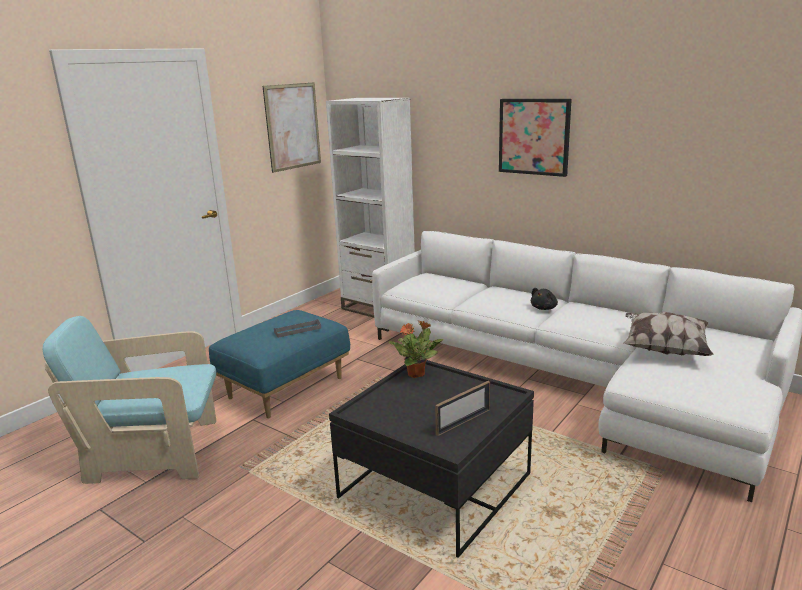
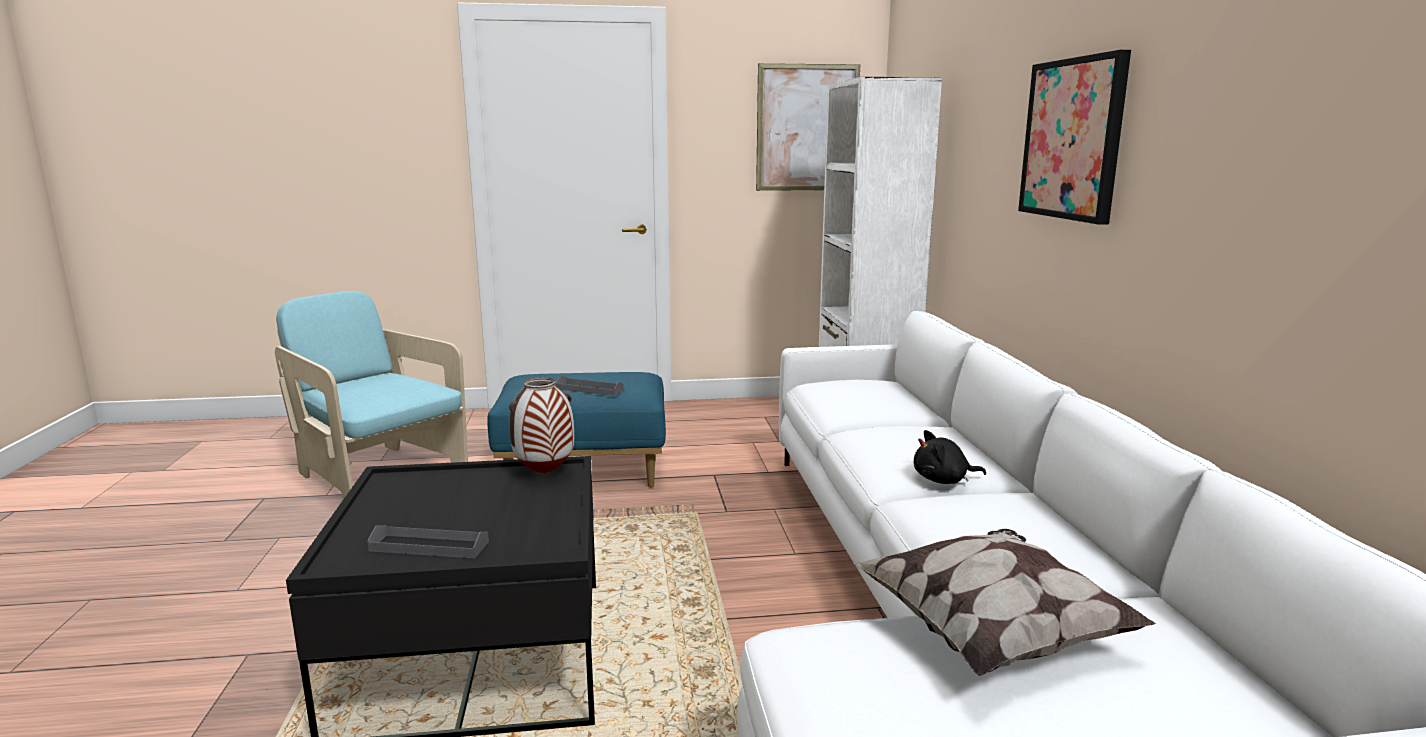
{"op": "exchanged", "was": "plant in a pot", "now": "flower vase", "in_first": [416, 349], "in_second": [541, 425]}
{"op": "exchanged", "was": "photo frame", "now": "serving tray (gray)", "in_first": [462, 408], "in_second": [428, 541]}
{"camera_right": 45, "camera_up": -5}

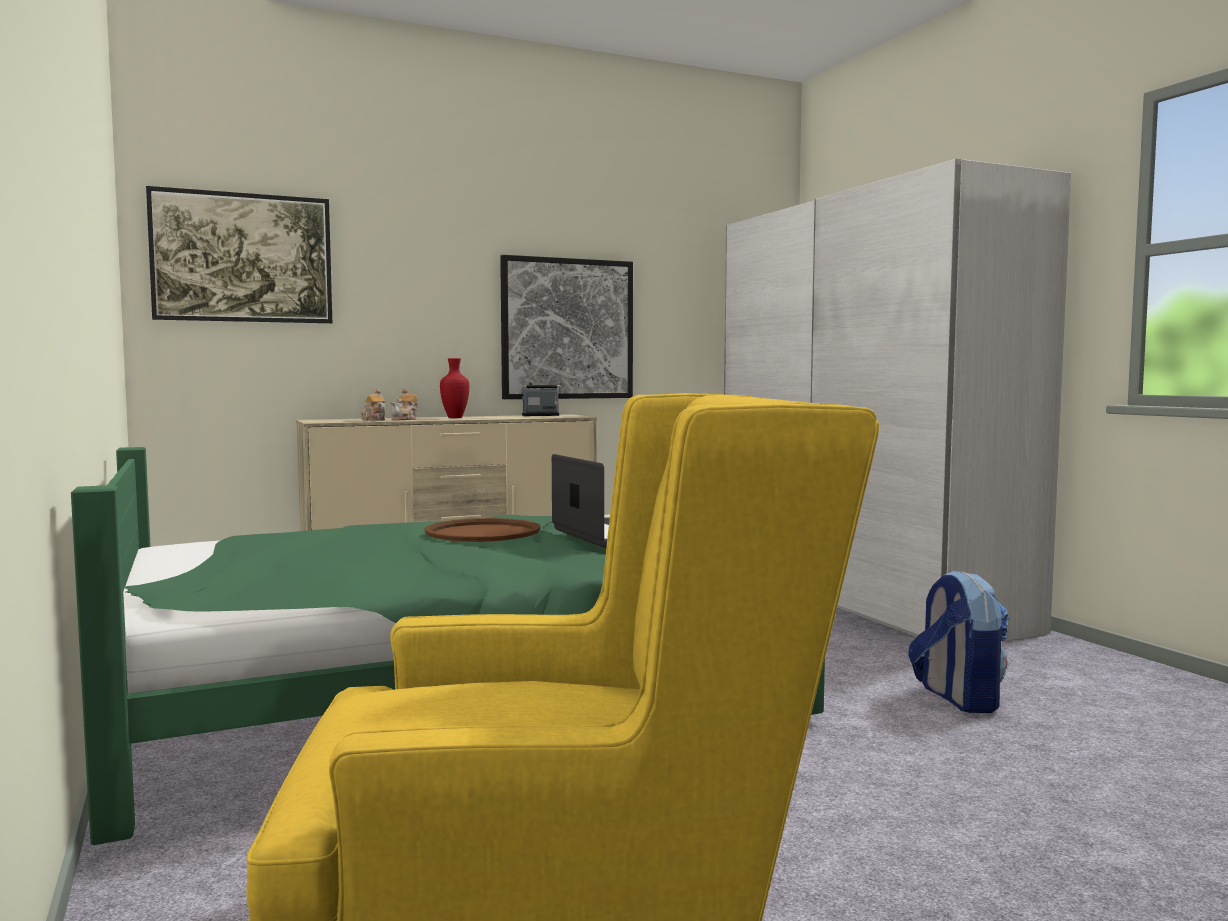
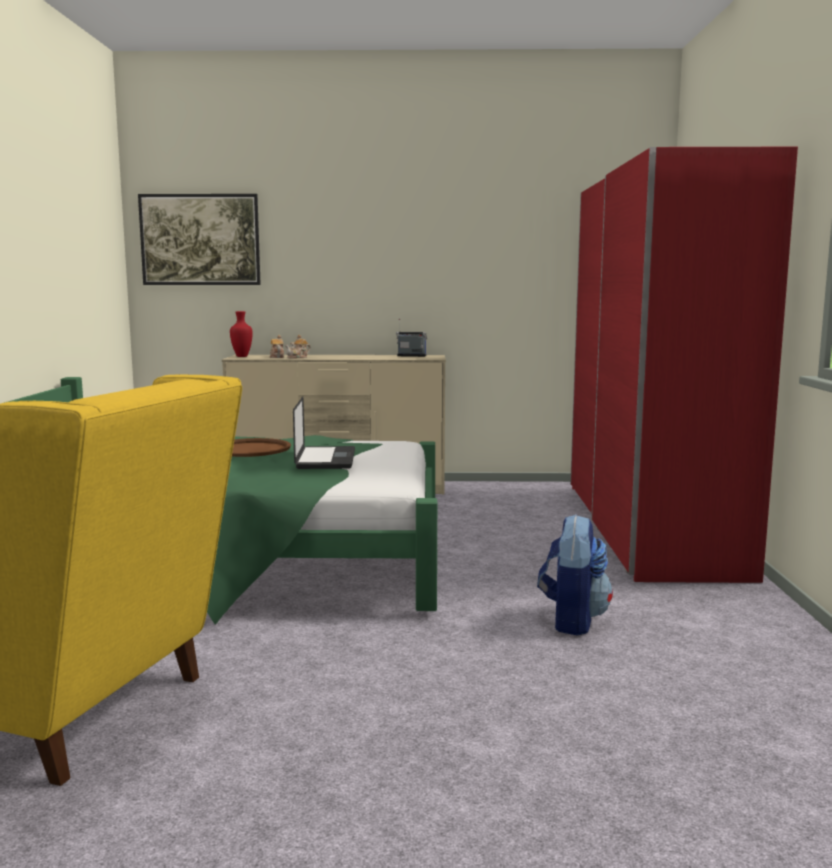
{"op": "relocated", "was": "flower vase (reddish)", "in_first": [454, 388], "in_second": [241, 334]}
{"op": "missing", "was": "wall picture", "in_first": [566, 327]}
{"op": "colour", "was": "armoire (white-coloured)", "now": "armoire (reddish)", "in_first": [897, 399], "in_second": [684, 365]}
{"camera_right": 25, "camera_up": 5}

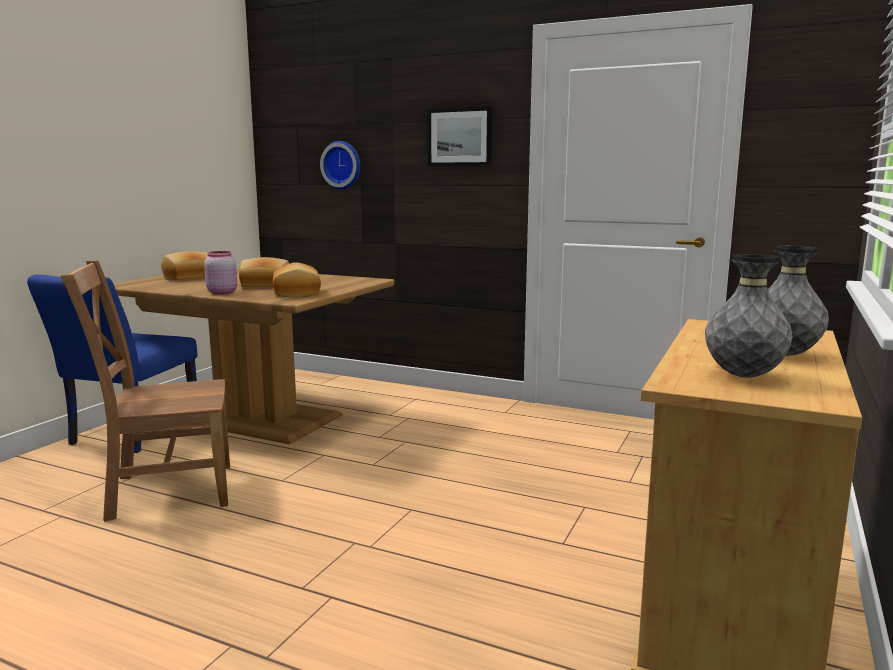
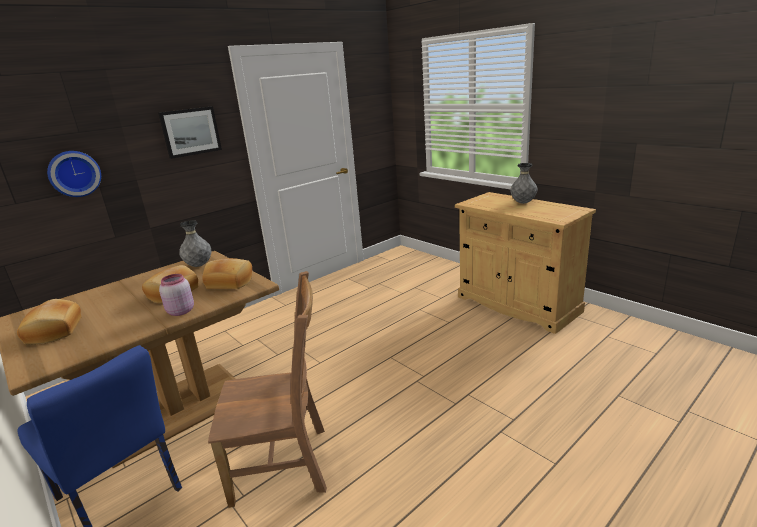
{"op": "spun", "was": "chair (brownish)", "in_first": [145, 391], "in_second": [267, 389], "clockwise": -105}
{"op": "relocated", "was": "flower vase (gray)", "in_first": [749, 316], "in_second": [195, 243]}
{"camera_right": -65, "camera_up": 10}

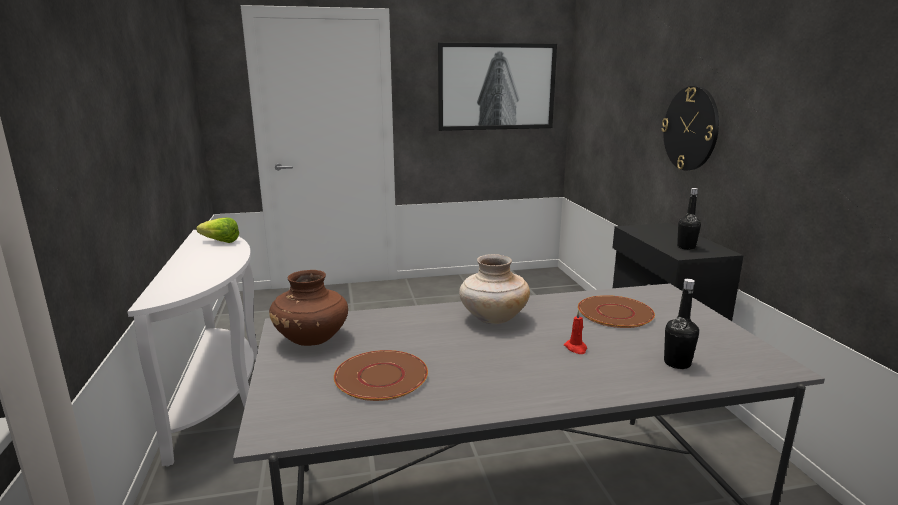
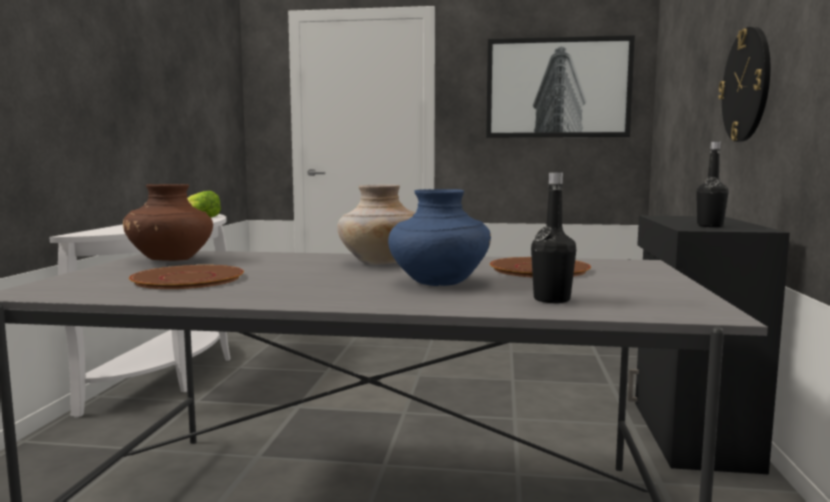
{"op": "exchanged", "was": "wax candle (reddish)", "now": "flower vase (bluish)", "in_first": [575, 332], "in_second": [439, 237]}
{"camera_right": 20, "camera_up": -10}

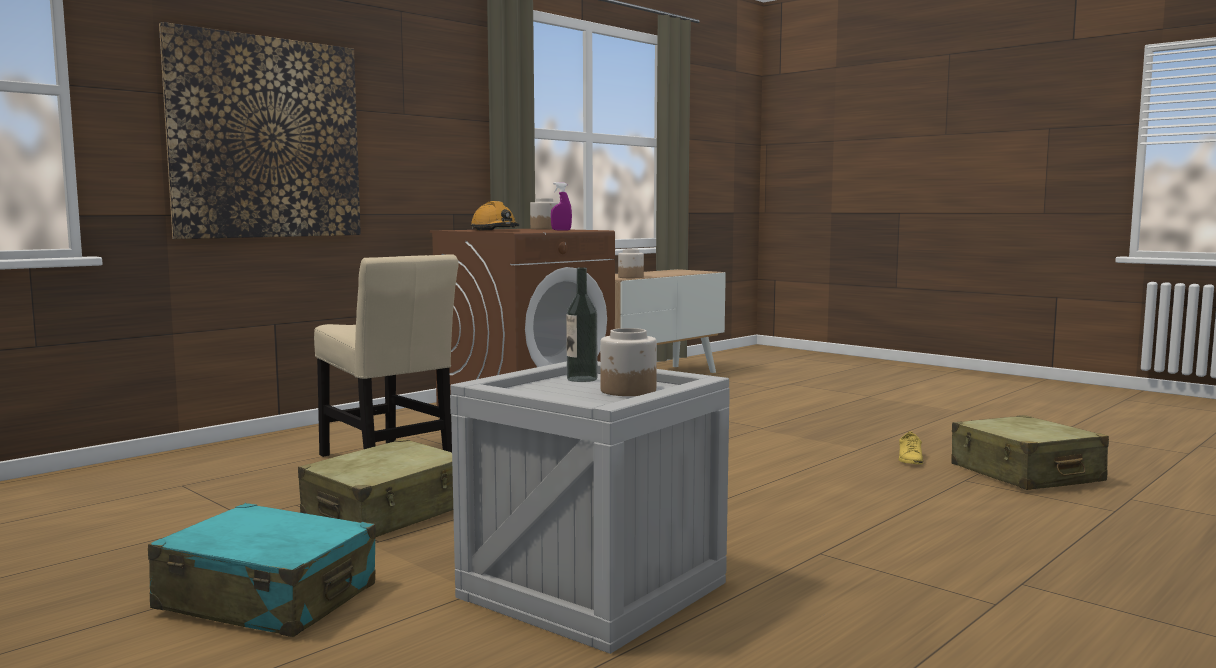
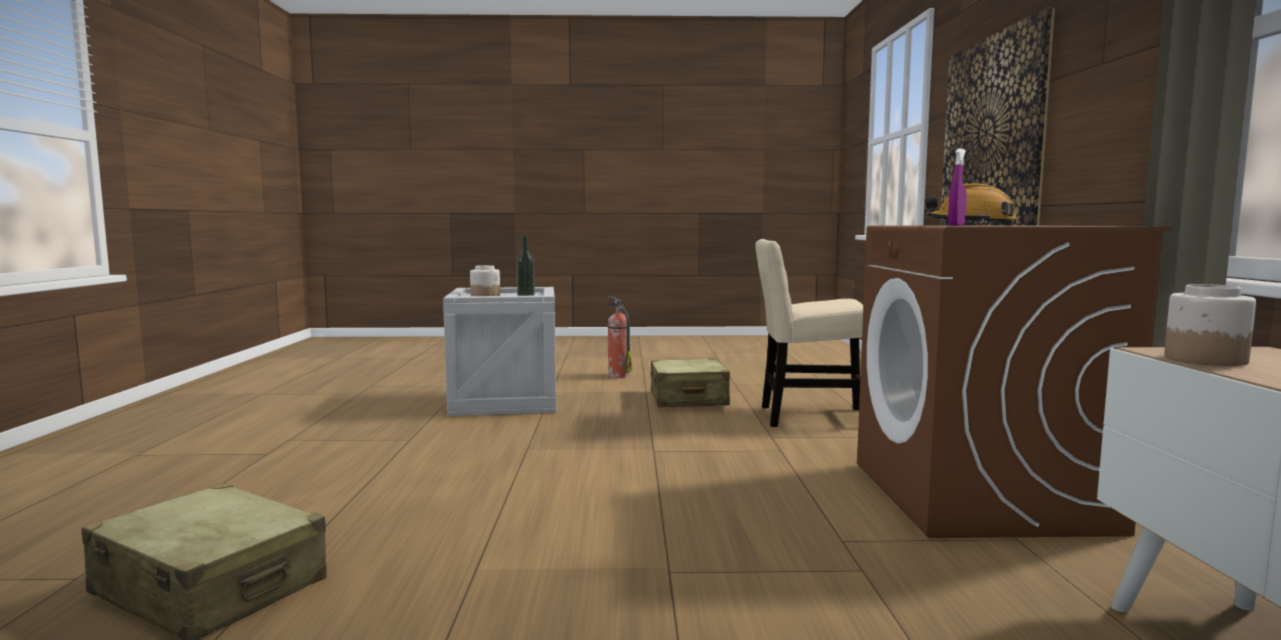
{"op": "exchanged", "was": "piece of luggage (turquoise)", "now": "fire-fighting cylinder", "in_first": [262, 570], "in_second": [619, 337]}
{"op": "missing", "was": "preserve jar", "in_first": [544, 213]}
{"op": "missing", "was": "item of footwear (yellow)", "in_first": [911, 447]}
{"camera_right": 135, "camera_up": 0}

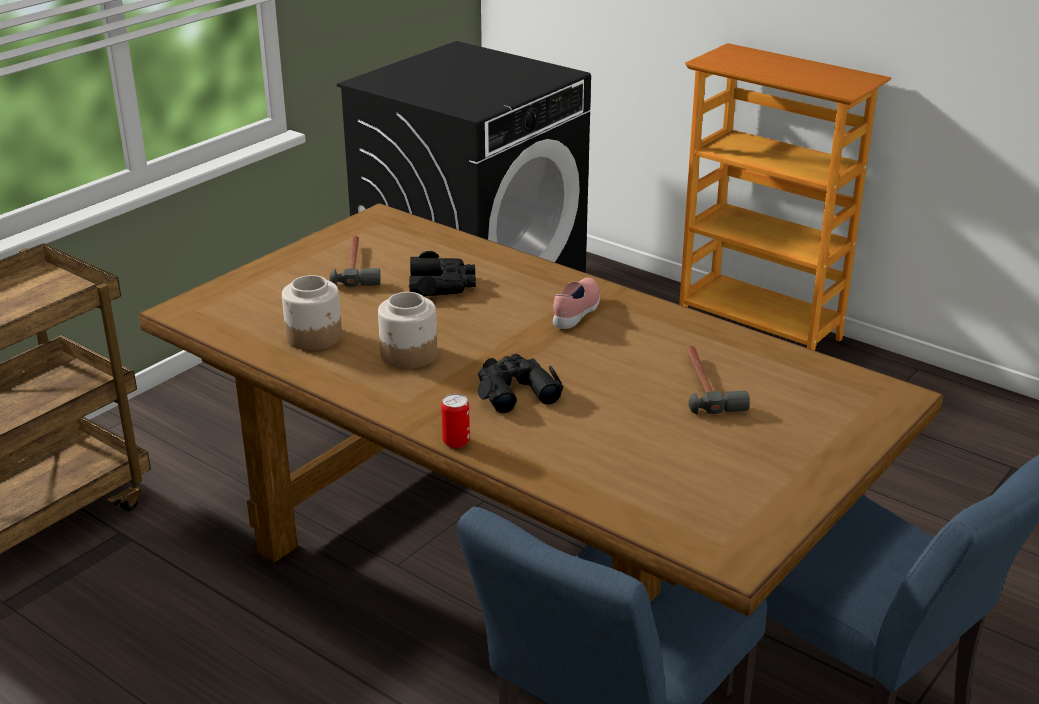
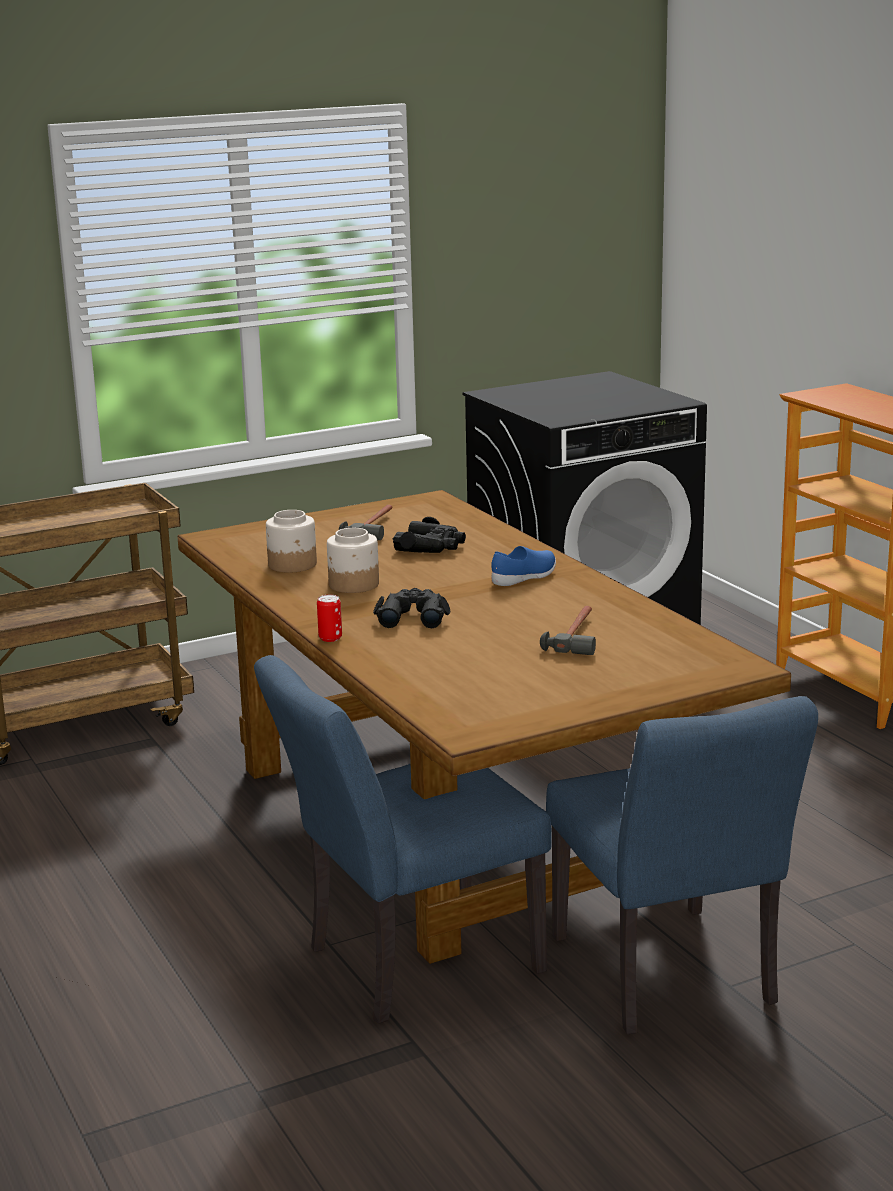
{"op": "colour", "was": "item of footwear (pink)", "now": "item of footwear (bluish)", "in_first": [576, 303], "in_second": [523, 566]}
{"camera_right": 25, "camera_up": -10}

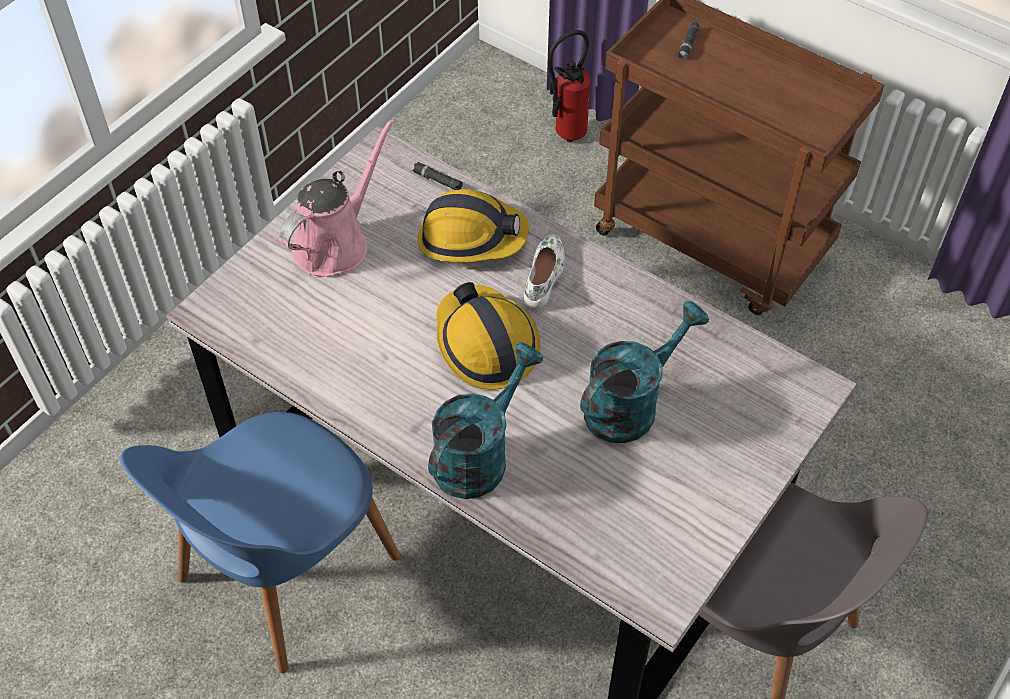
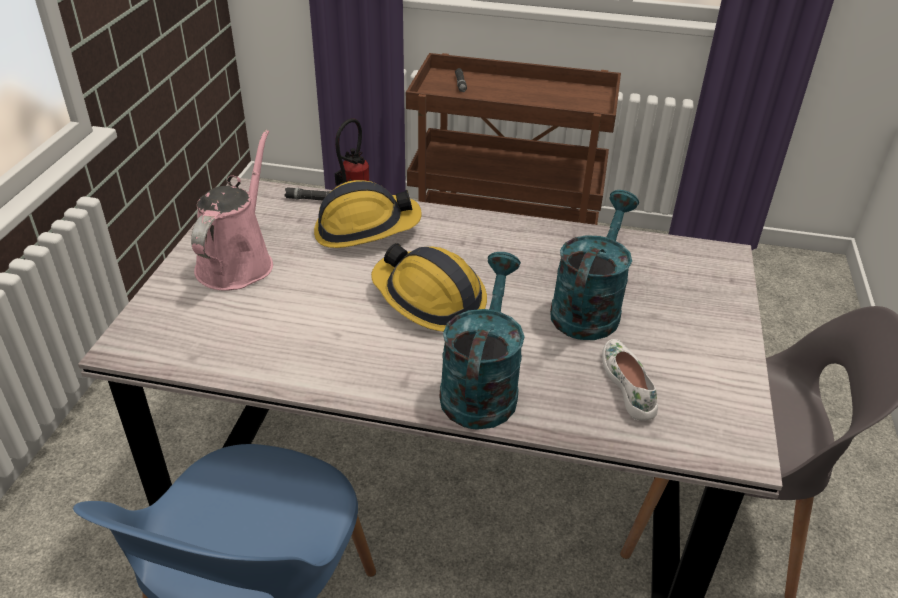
{"op": "relocated", "was": "item of footwear (white-coloured)", "in_first": [544, 271], "in_second": [630, 380]}
{"camera_right": -25, "camera_up": -15}

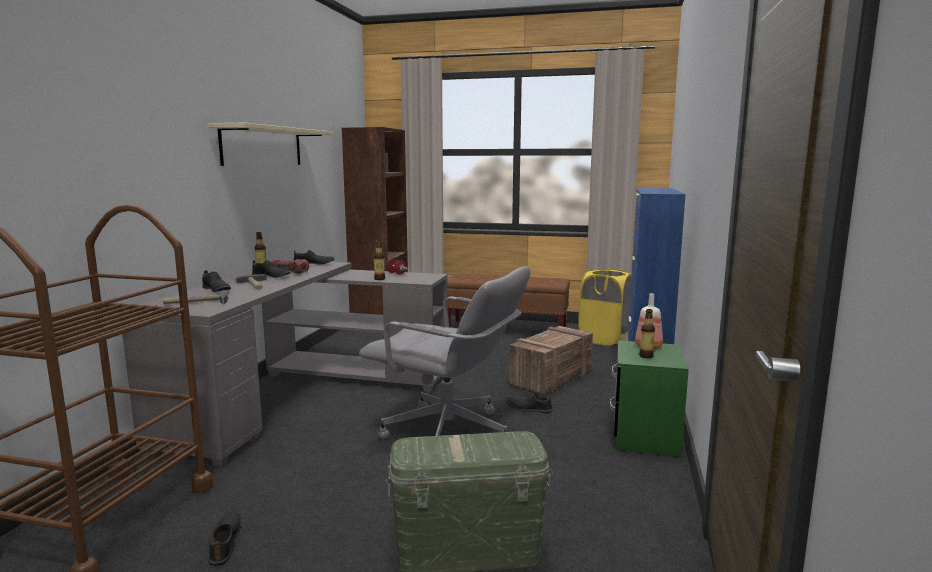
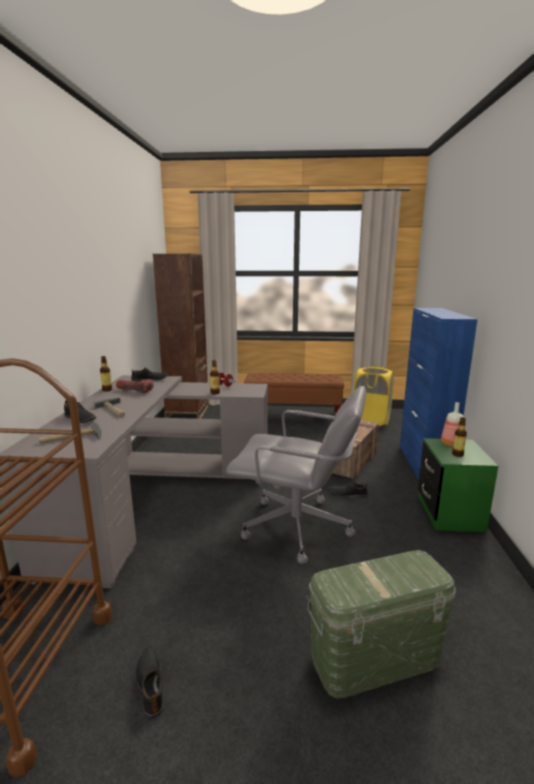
{"op": "missing", "was": "wall shelf (beige)", "in_first": [270, 144]}
{"op": "missing", "was": "item of footwear (blackish)", "in_first": [271, 269]}
{"camera_right": -10, "camera_up": 5}

